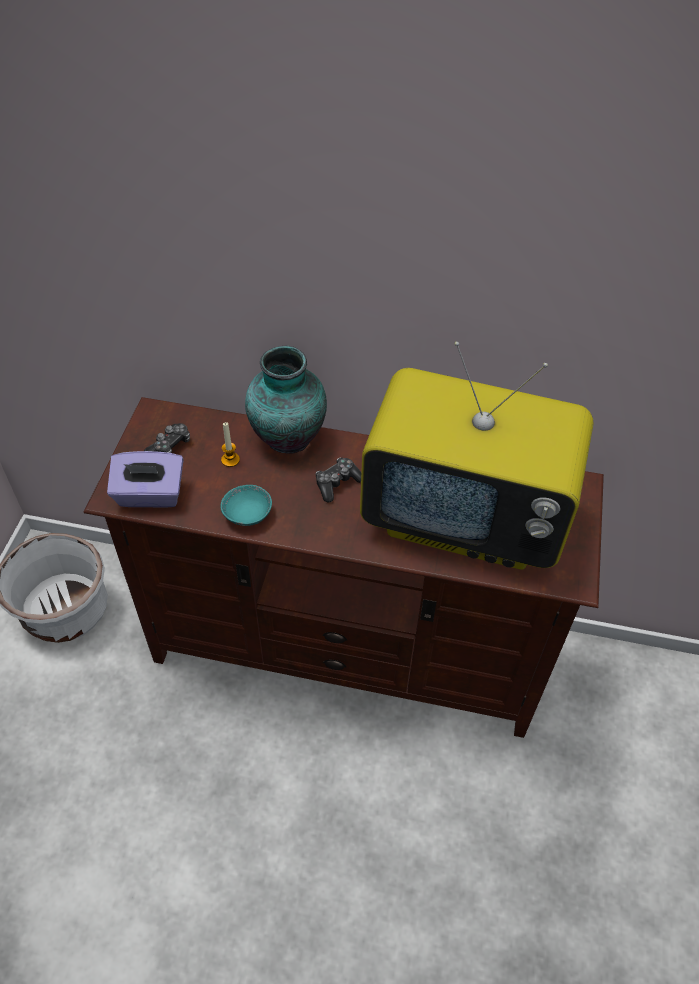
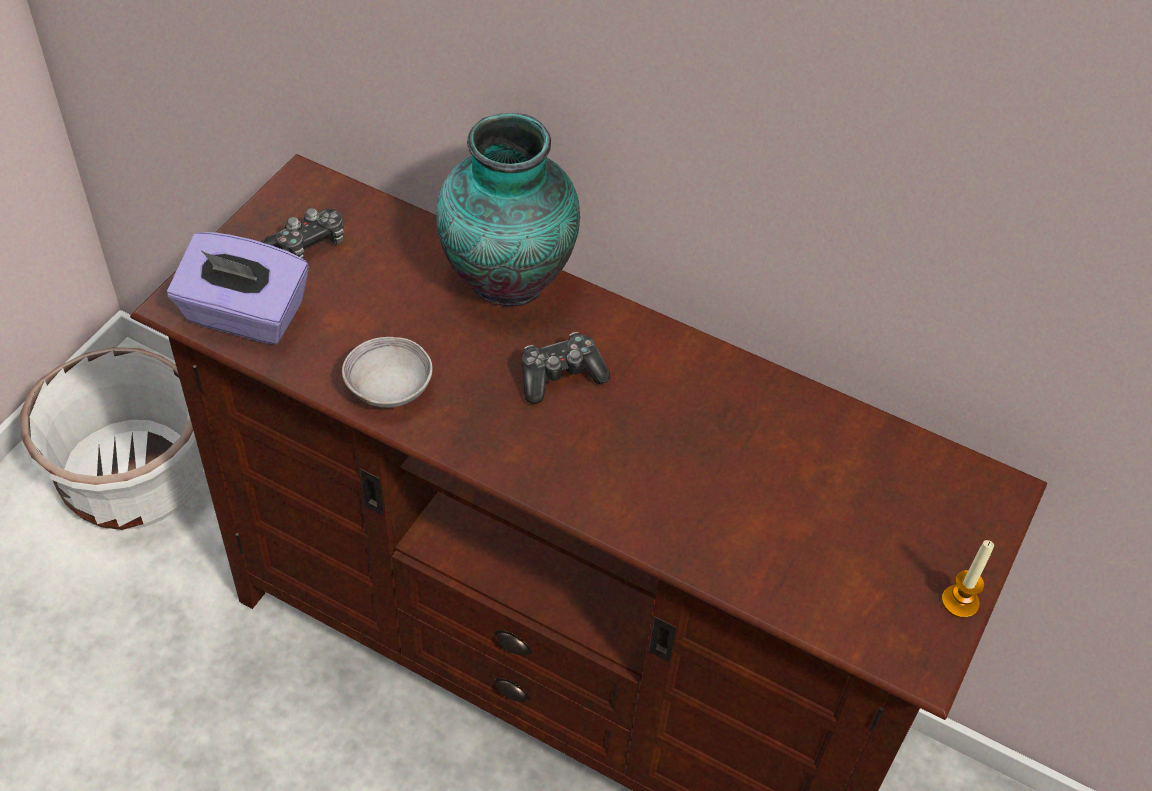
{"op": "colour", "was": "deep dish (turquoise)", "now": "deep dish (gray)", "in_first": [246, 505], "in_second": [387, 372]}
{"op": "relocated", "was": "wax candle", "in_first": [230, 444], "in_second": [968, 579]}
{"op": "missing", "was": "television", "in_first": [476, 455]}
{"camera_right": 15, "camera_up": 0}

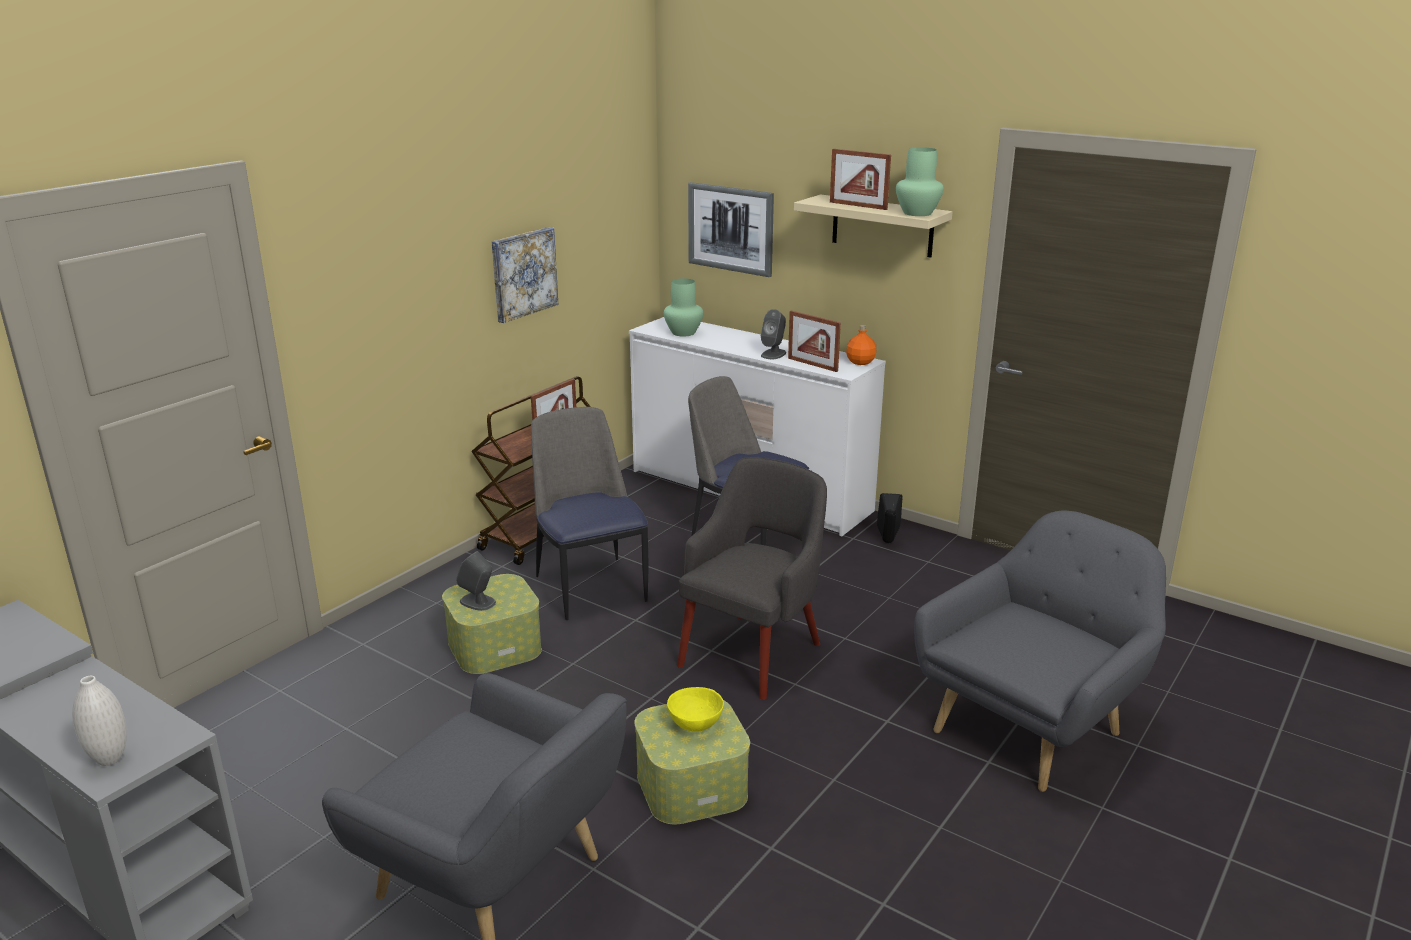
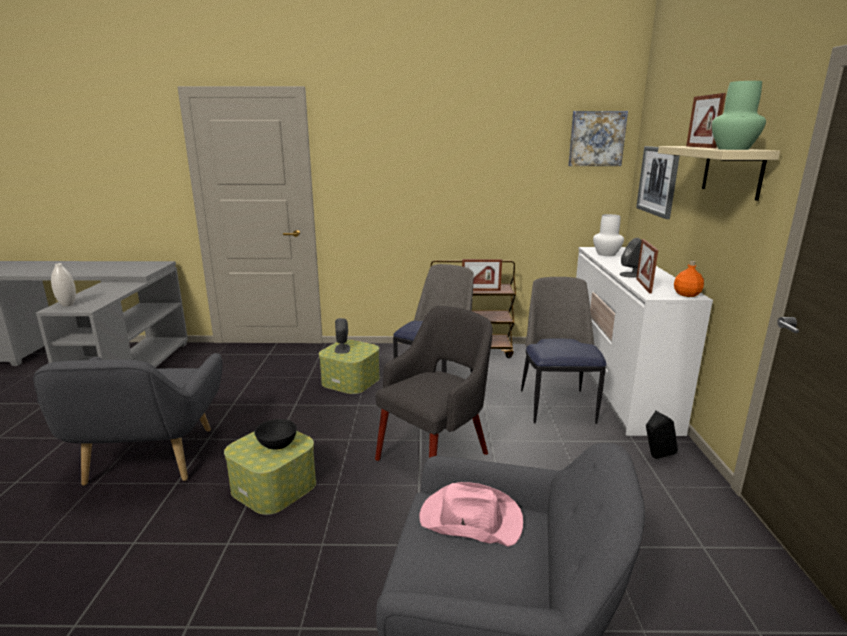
{"op": "relocated", "was": "wall picture", "in_first": [525, 275], "in_second": [598, 138]}
{"op": "colour", "was": "flower vase (greenish)", "now": "flower vase (white-coloured)", "in_first": [683, 307], "in_second": [608, 235]}
{"op": "colour", "was": "deep dish (yellow)", "now": "deep dish (blackish)", "in_first": [695, 709], "in_second": [275, 434]}
{"op": "spun", "was": "armchair (gray)", "in_first": [752, 578], "in_second": [434, 383], "clockwise": -45}
{"op": "appeared", "now": "hat (pink)", "in_second": [471, 514]}
{"camera_right": 55, "camera_up": -5}

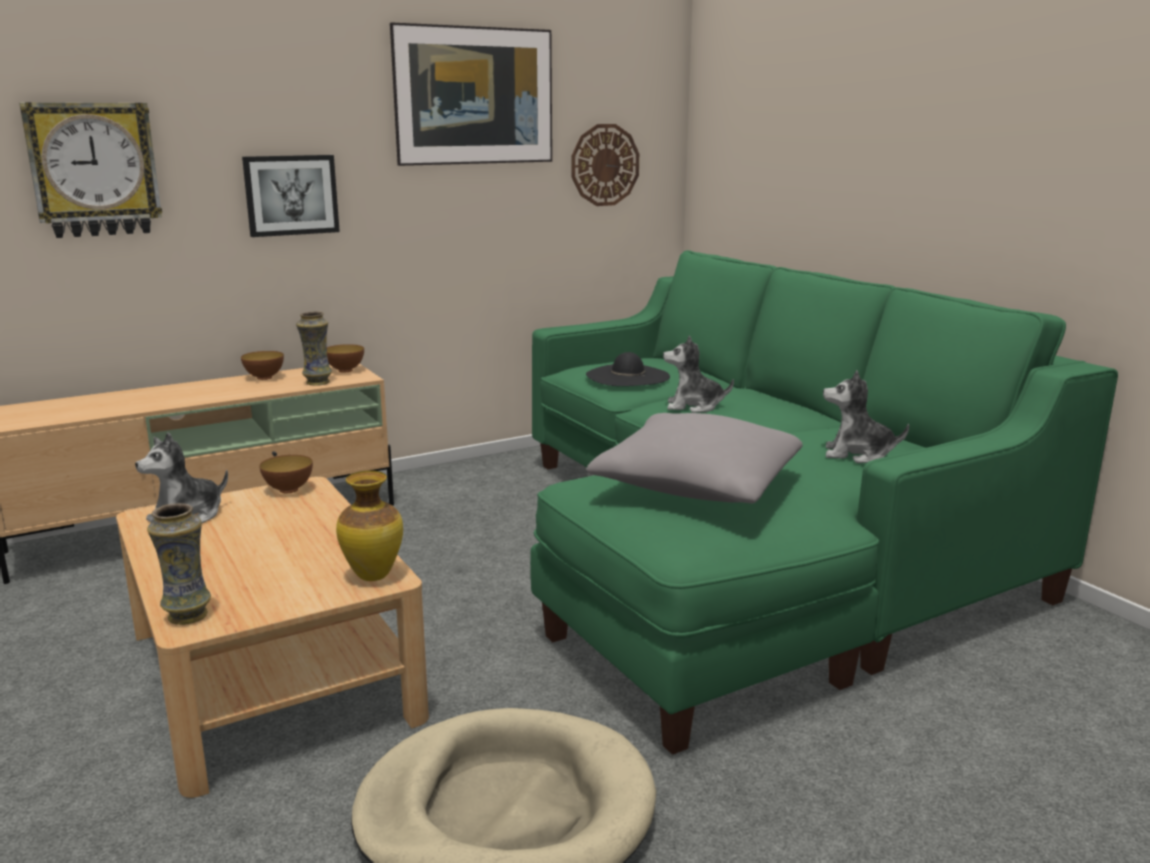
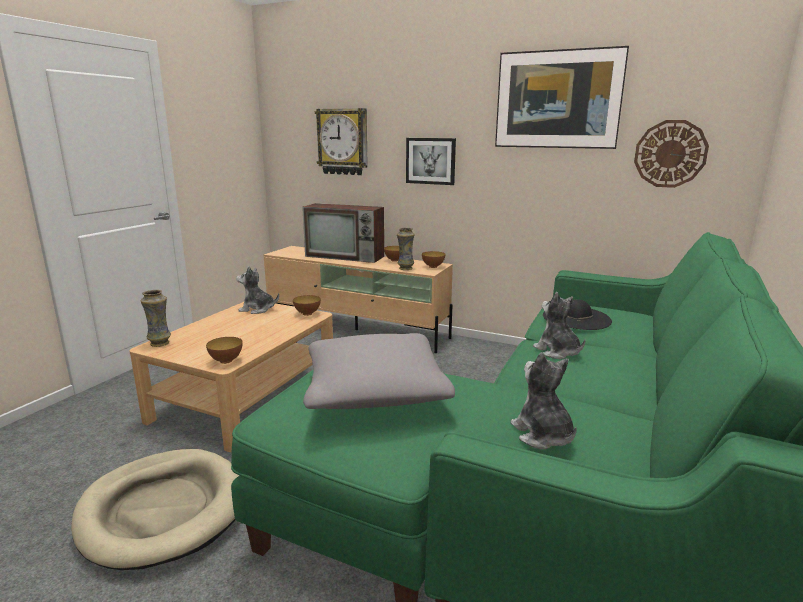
{"op": "exchanged", "was": "flower vase", "now": "deep dish", "in_first": [369, 526], "in_second": [224, 350]}
{"op": "appeared", "now": "television", "in_second": [343, 233]}
{"camera_right": 55, "camera_up": 0}

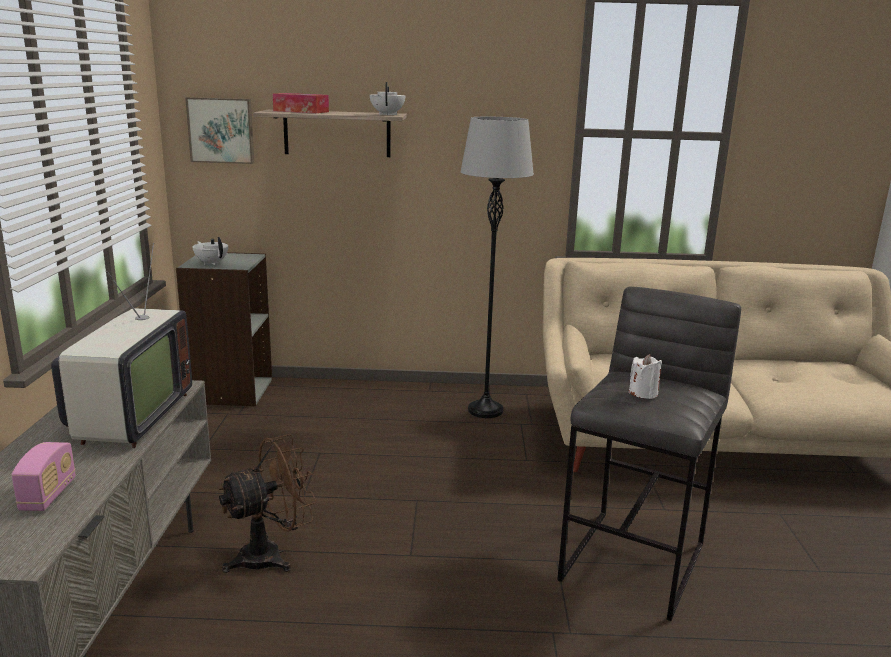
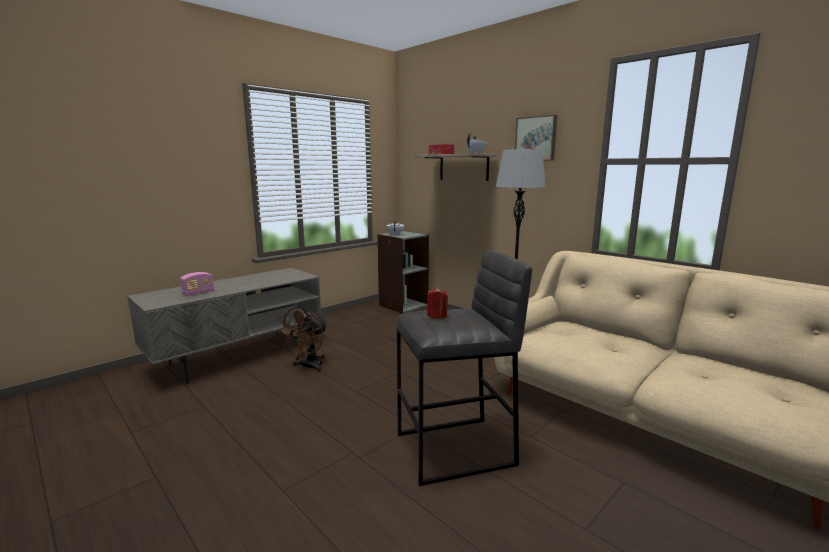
{"op": "missing", "was": "television", "in_first": [121, 345]}
{"op": "relocated", "was": "wall picture", "in_first": [219, 130], "in_second": [536, 138]}
{"op": "spun", "was": "electric fan (brownish)", "in_first": [267, 503], "in_second": [302, 339], "clockwise": 105}
{"op": "colour", "was": "wax candle (white-coloured)", "now": "wax candle (reddish)", "in_first": [645, 376], "in_second": [437, 303]}
{"camera_right": 45, "camera_up": -5}

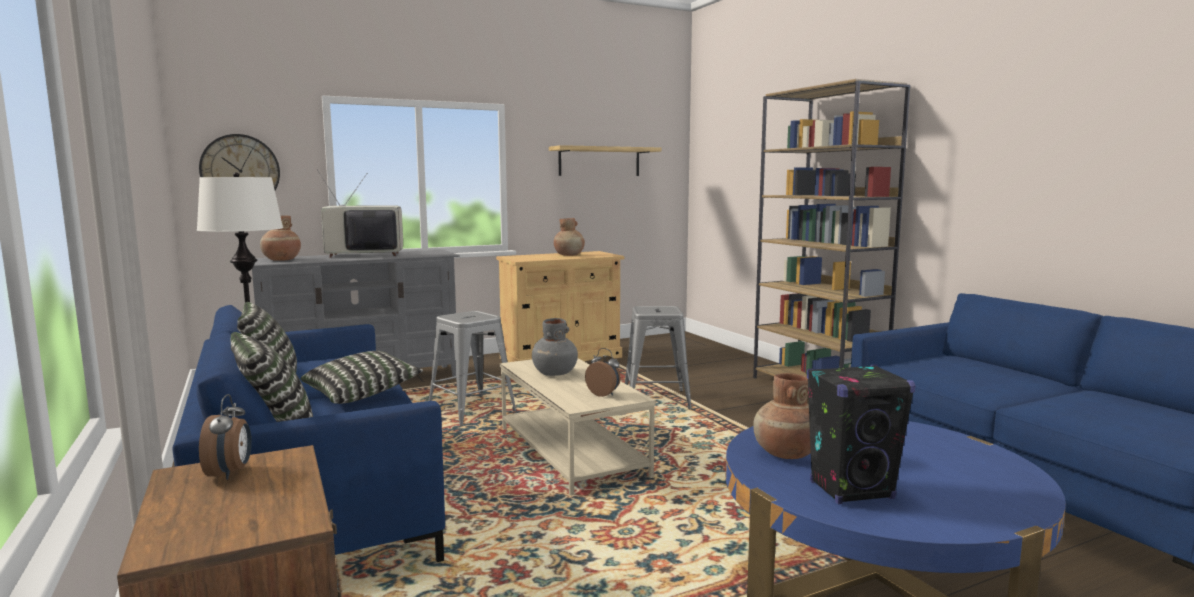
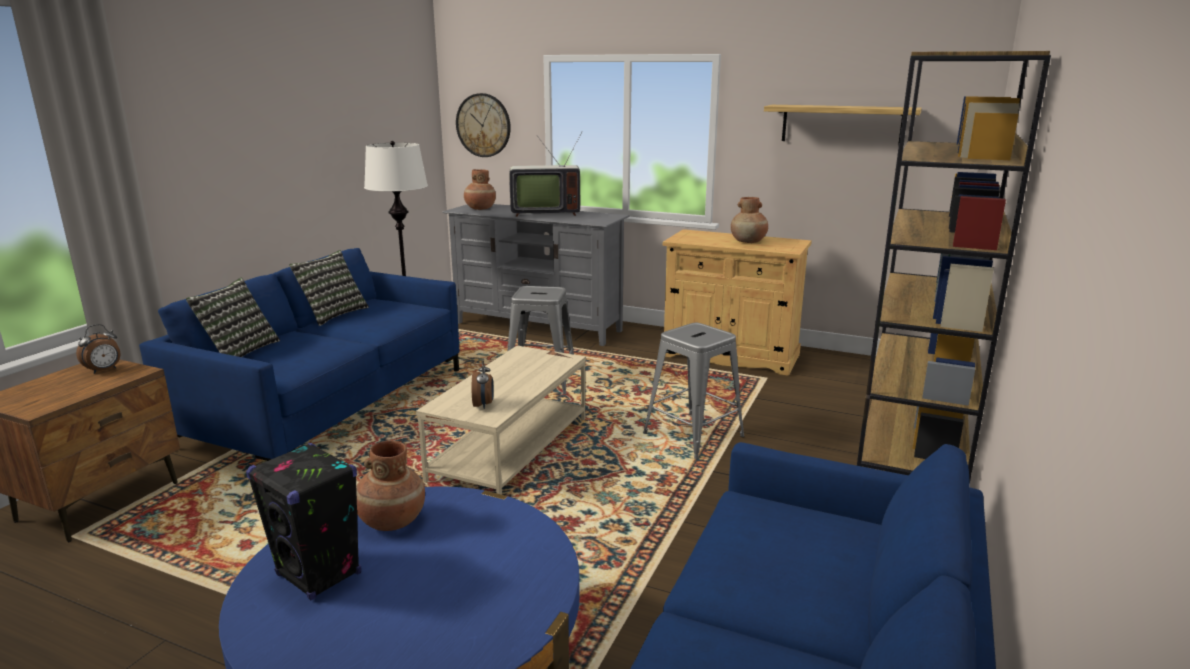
{"op": "missing", "was": "throw pillow", "in_first": [362, 377]}
{"op": "spun", "was": "television", "in_first": [360, 213], "in_second": [545, 174], "clockwise": 135}
{"op": "missing", "was": "flower vase (gray)", "in_first": [555, 347]}
{"camera_right": 50, "camera_up": 10}

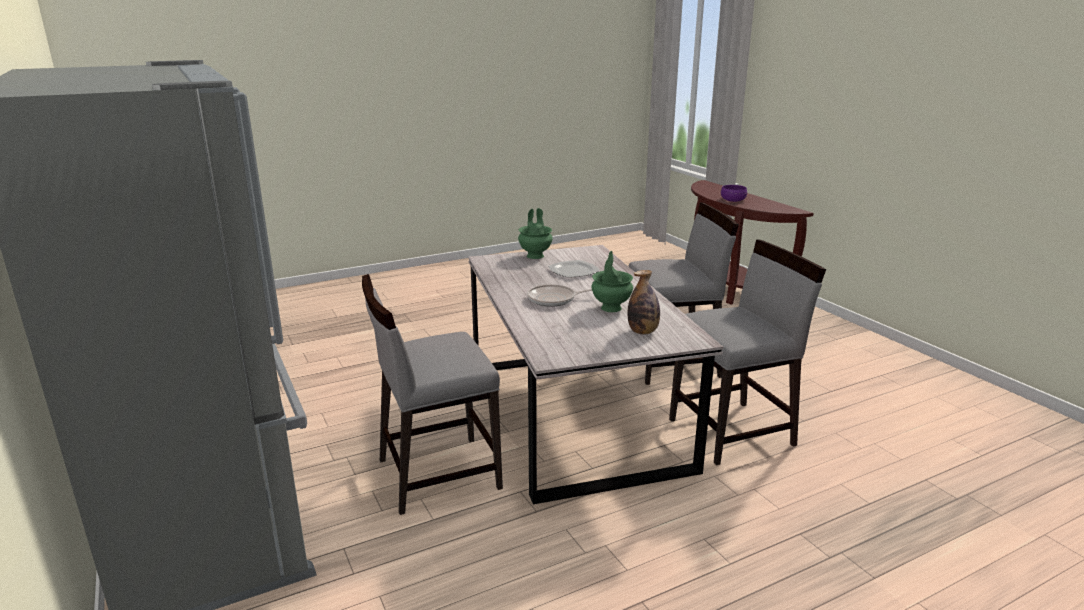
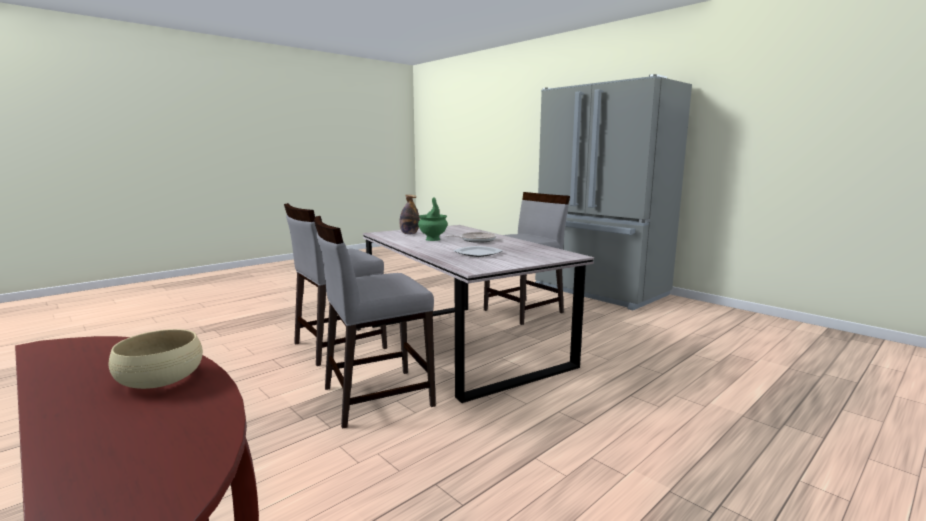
{"op": "missing", "was": "flower vase (greenish)", "in_first": [535, 233]}
{"op": "colour", "was": "deep dish (purple)", "now": "deep dish (beige)", "in_first": [734, 193], "in_second": [156, 359]}
{"camera_right": 165, "camera_up": -10}

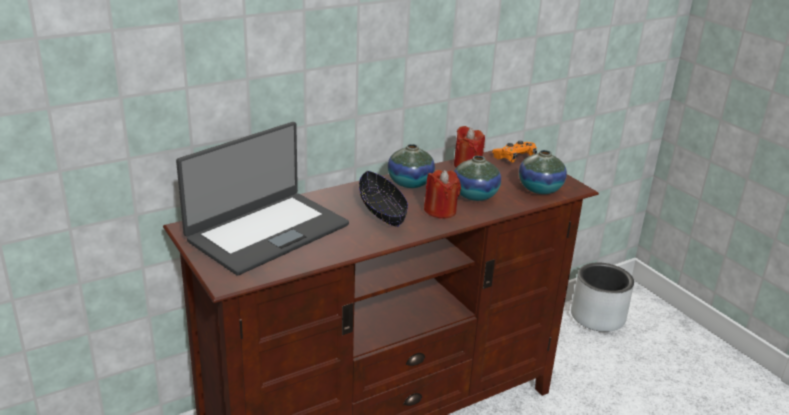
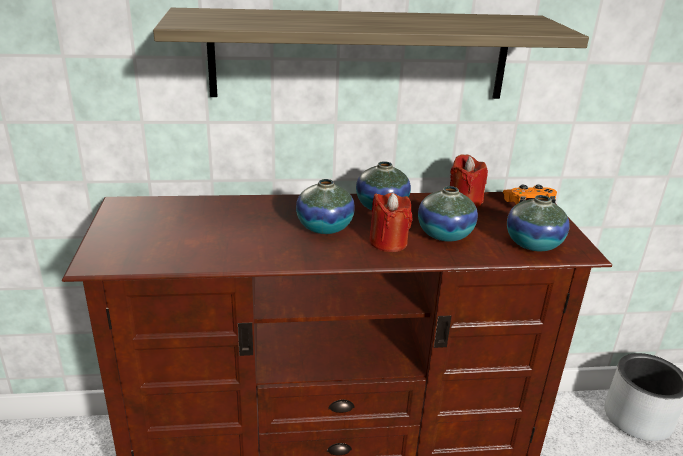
{"op": "missing", "was": "laptop", "in_first": [262, 198]}
{"op": "exchanged", "was": "deep dish (blackish)", "now": "flower vase", "in_first": [383, 199], "in_second": [325, 206]}
{"op": "appeared", "now": "wall shelf", "in_second": [371, 53]}
{"camera_right": 25, "camera_up": 0}

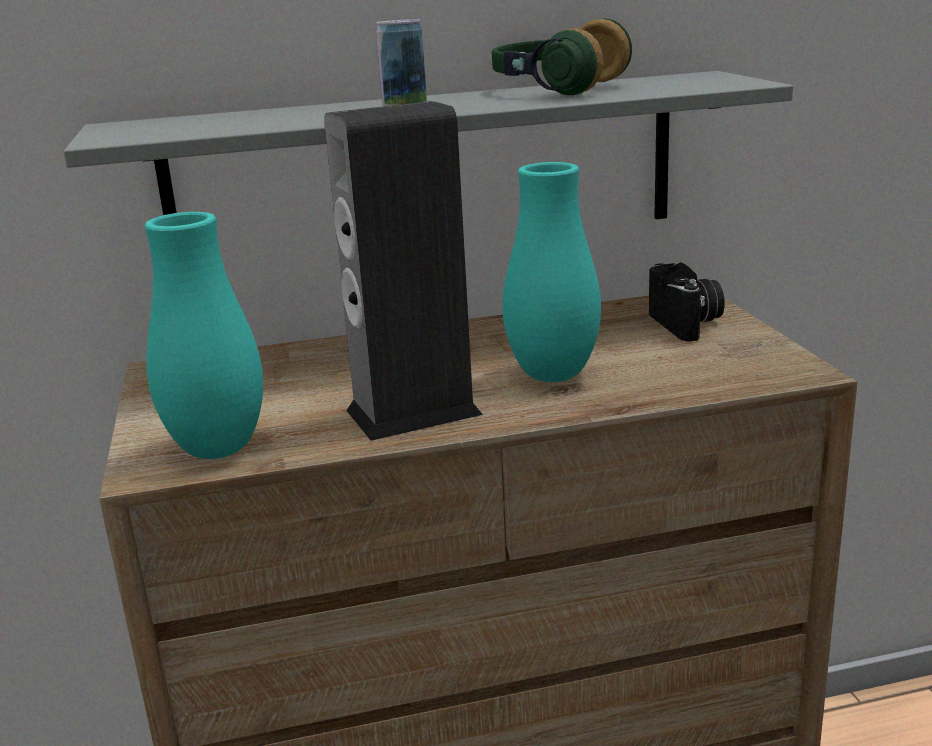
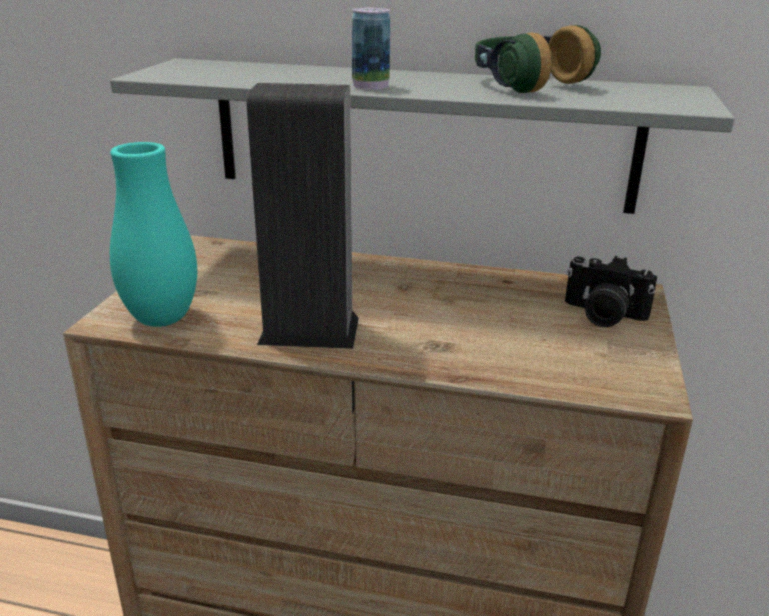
{"op": "missing", "was": "flower vase (turquoise)", "in_first": [551, 272]}
{"op": "spun", "was": "still camera", "in_first": [687, 302], "in_second": [611, 291], "clockwise": 105}
{"camera_right": 25, "camera_up": 5}

